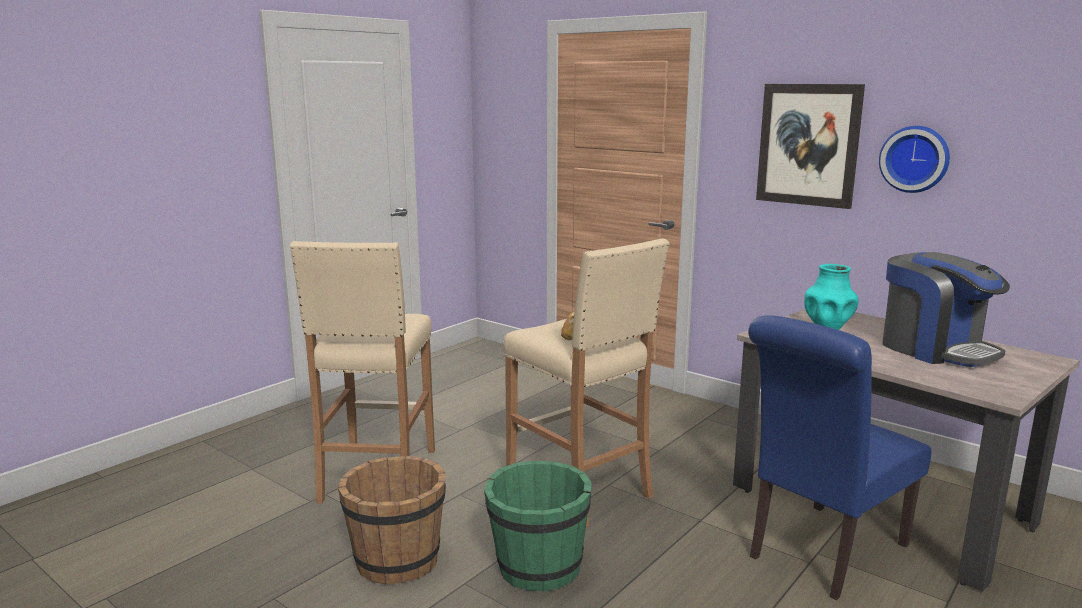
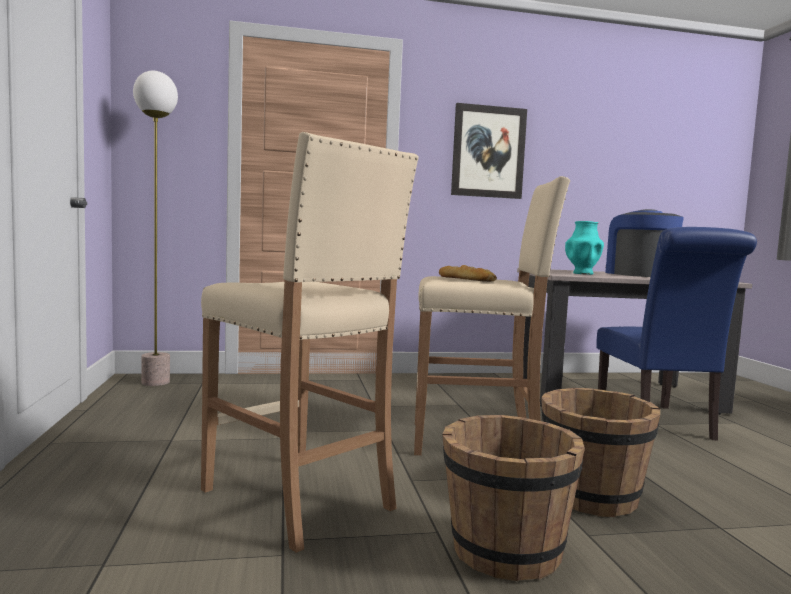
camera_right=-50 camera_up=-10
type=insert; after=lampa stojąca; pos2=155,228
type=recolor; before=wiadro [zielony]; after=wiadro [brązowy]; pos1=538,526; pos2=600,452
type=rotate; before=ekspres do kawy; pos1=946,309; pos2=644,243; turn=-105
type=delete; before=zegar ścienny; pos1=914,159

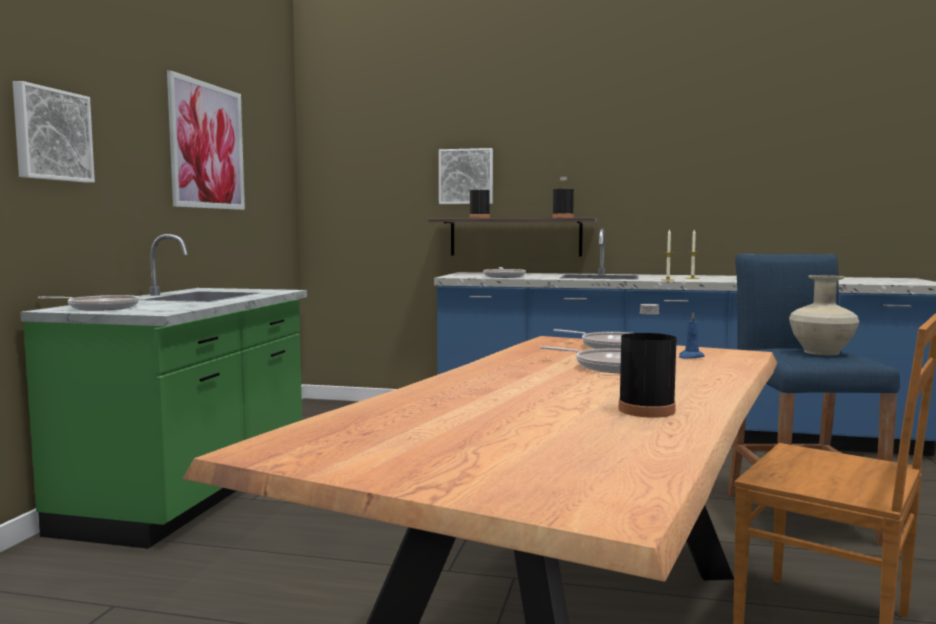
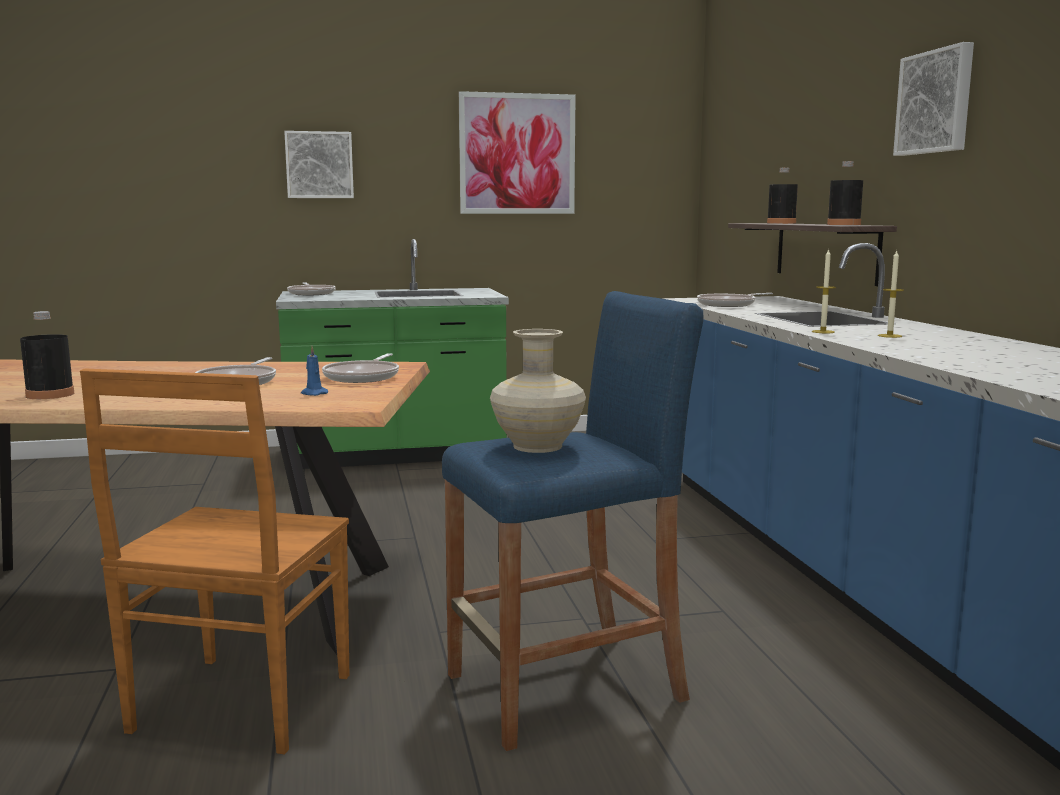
camera_right=65 camera_up=5
type=move; before=obraz; pos1=466,176; pos2=933,99

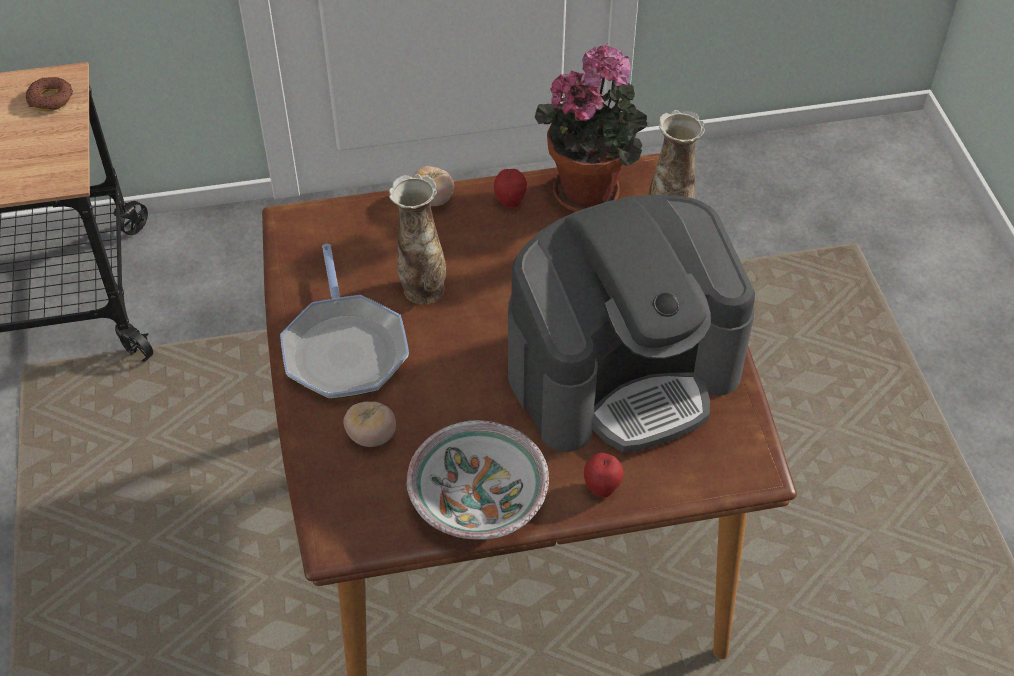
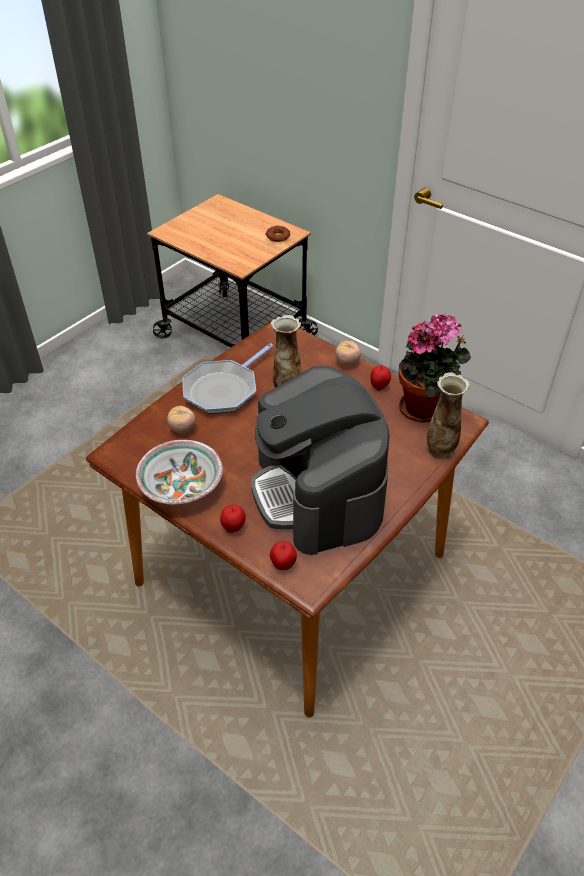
camera_right=50 camera_up=-5
type=rotate; before=ekspres do kawy; pos1=631,323; pos2=320,460; turn=45
type=insert; after=jabłko; pos2=283,555

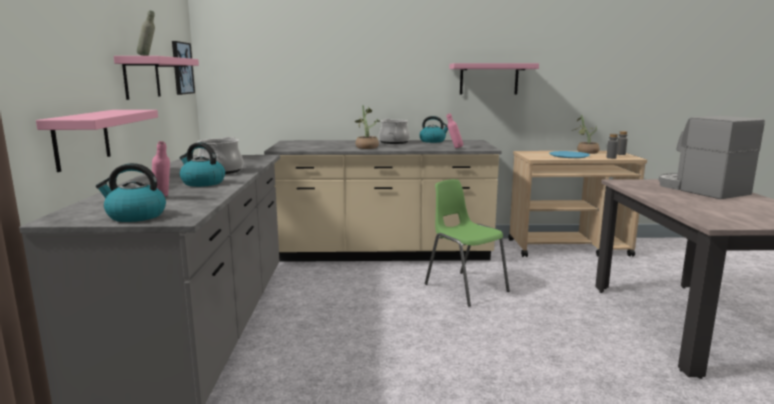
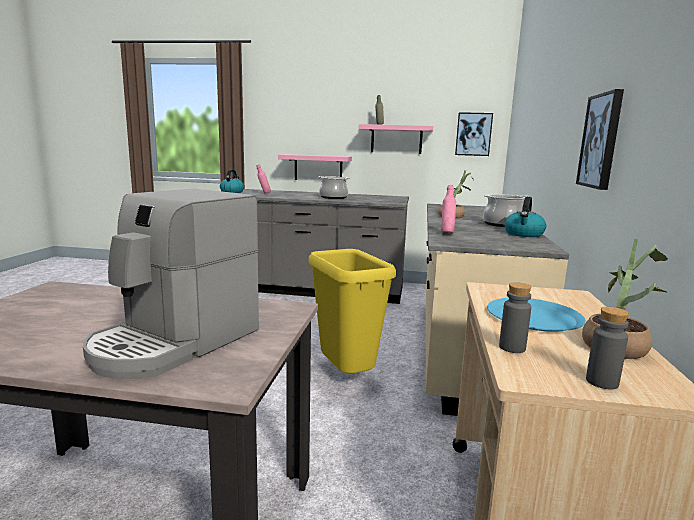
camera_right=100 camera_up=0
type=rotate; before=ekspres do kawy; pos1=712,157; pos2=171,284; turn=135
type=replace; before=krzesło [zielony]; after=kosz na śmieci [żółty]; pos1=467,243; pos2=352,311
type=replace; before=półka [różowy]; after=obraz; pos1=494,79; pos2=600,139
type=delete; before=czajnik; pos1=202,164

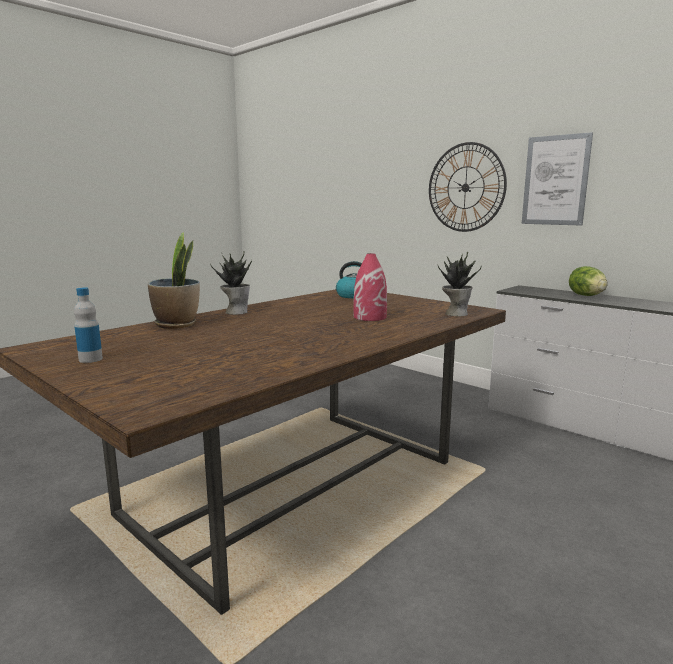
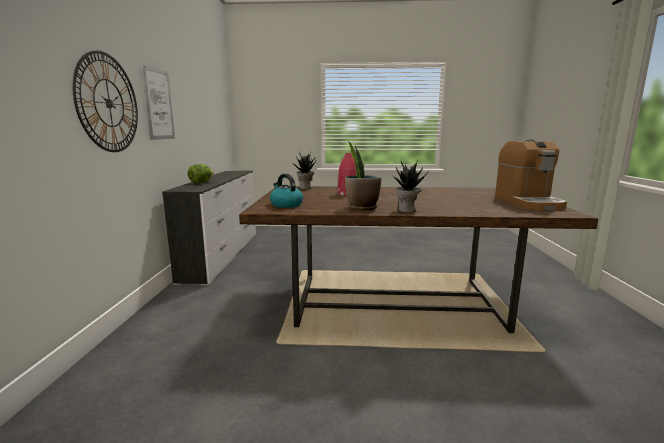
camera_right=-130 camera_up=0
type=move; before=roślina doniczkowa; pos1=174,280; pos2=363,176
type=replace; before=butelka; after=ekspres do kawy; pos1=88,325; pos2=531,175

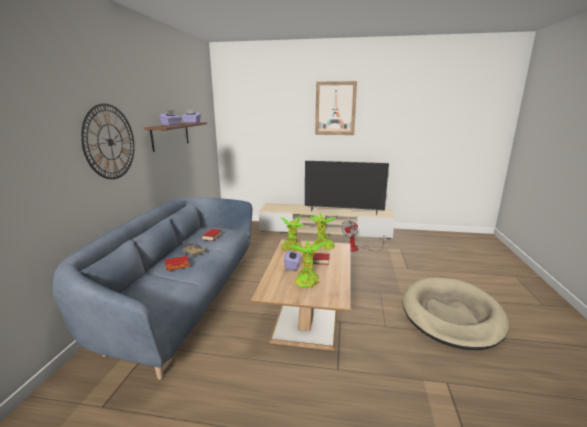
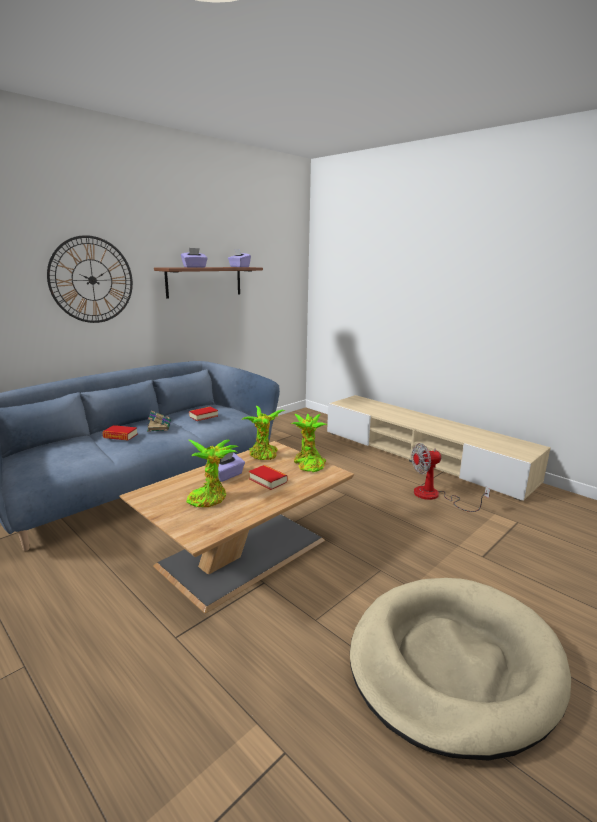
camera_right=35 camera_up=0
type=delete; before=telewizor; pos1=347,188
type=delete; before=obraz; pos1=336,108

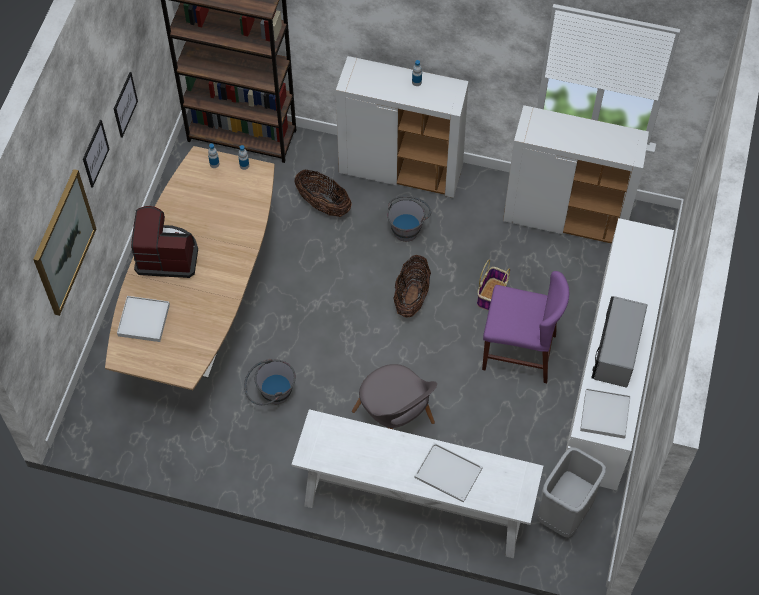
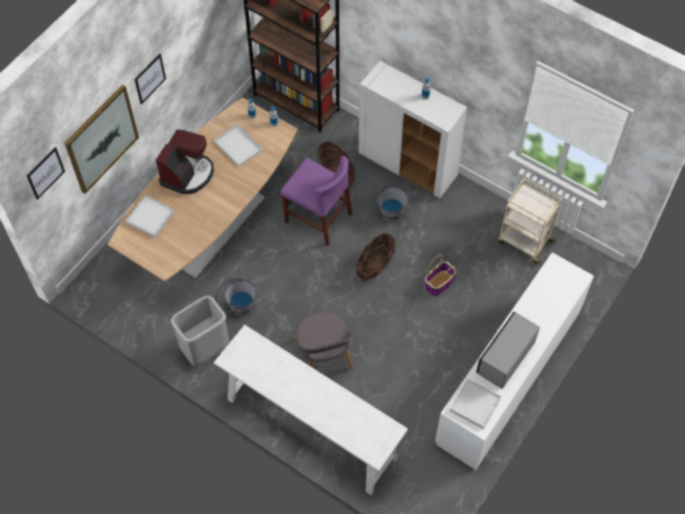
camera_right=20 camera_up=0
type=move; before=obraz; pos1=126,105; pos2=46,173
type=rotate; before=ekspres do kawy; pos1=164,242; pos2=185,161; turn=90
type=move; before=kosz na śmieci [szary]; pos1=571,492; pos2=200,330
type=move; before=taca [biały]; pos1=448,472; pos2=238,145
type=move; before=krzesło [fioletowy]; pos1=525,327; pos2=316,201
type=replace; before=szafka [biały]; after=wózek [beżowy]; pos1=576,174; pos2=530,221

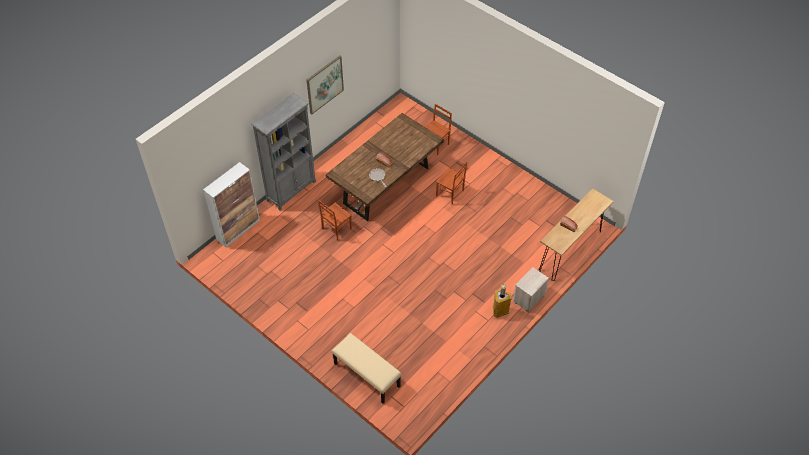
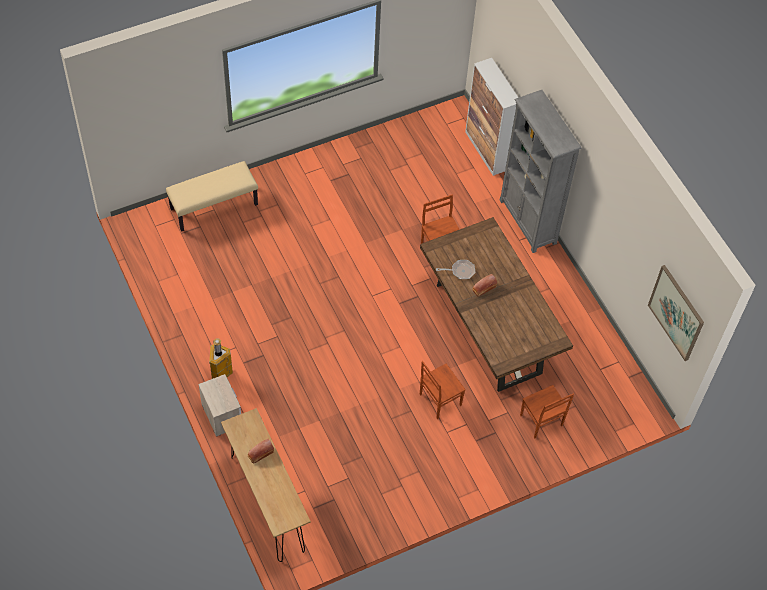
camera_right=110 camera_up=5
type=move; before=obraz; pos1=325,84; pos2=676,313

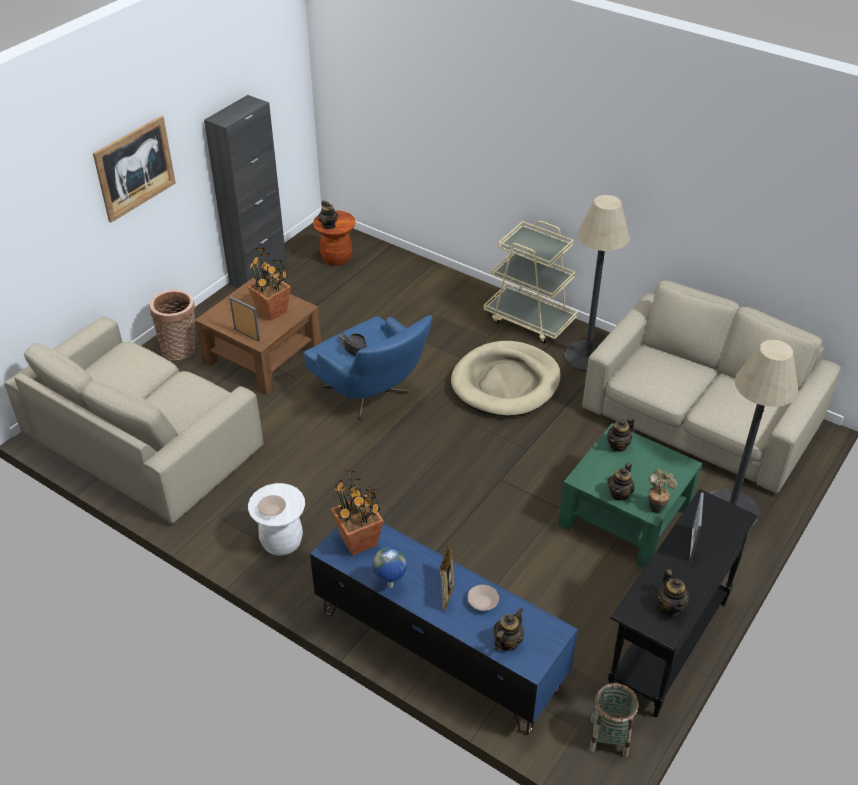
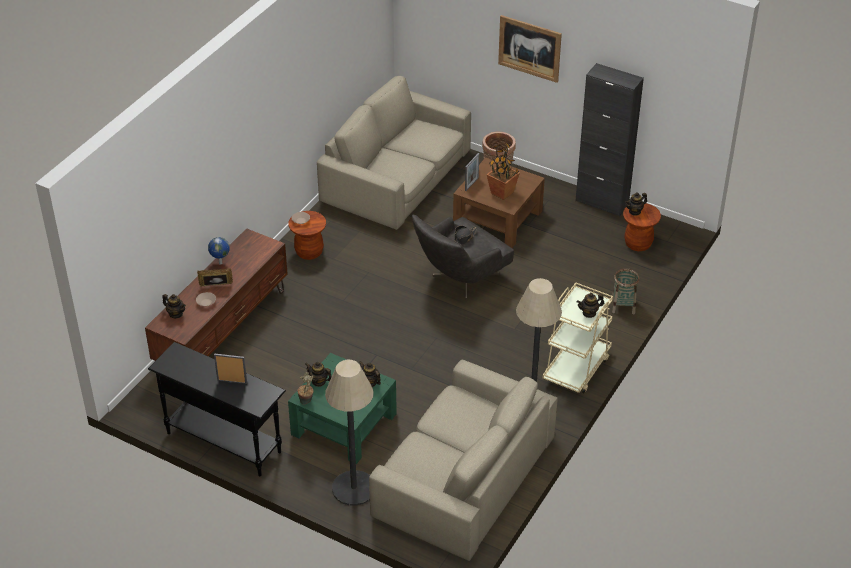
camera_right=85 camera_up=0
type=recolor; before=szafka pod telewizor [niebieski]; after=szafka pod telewizor [brązowy]; pos1=444,629; pos2=216,294
type=recolor; before=stołek [biały]; after=stołek [brązowy]; pos1=276,519; pos2=307,235
type=recolor; before=fotel [niebieski]; after=fotel [szary]; pos1=368,367; pos2=463,257
type=move; before=imbryk; pos1=673,592; pos2=590,305
type=move; before=koszyk; pos1=613,720; pos2=625,291
type=delete; before=roślina doniczkowa; pos1=357,513
type=delete; before=legowisko [beżowy]; pos1=506,379

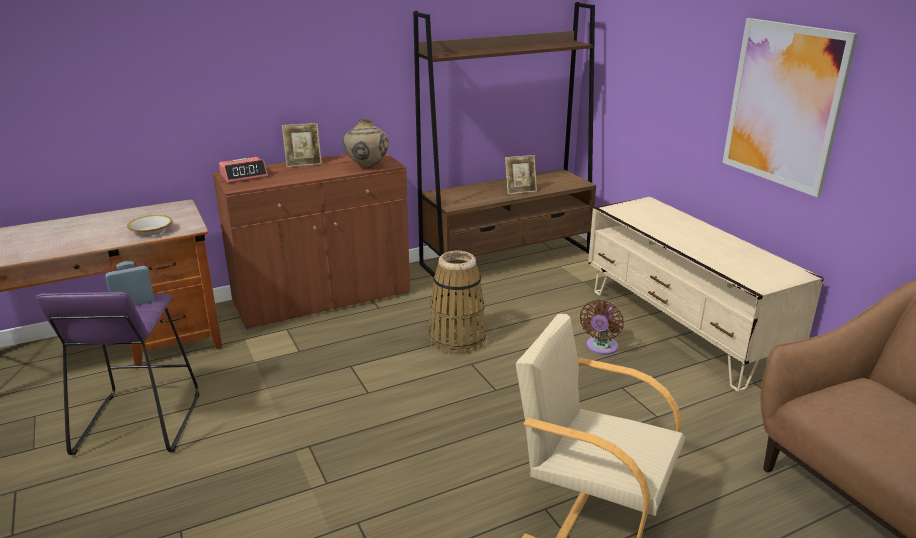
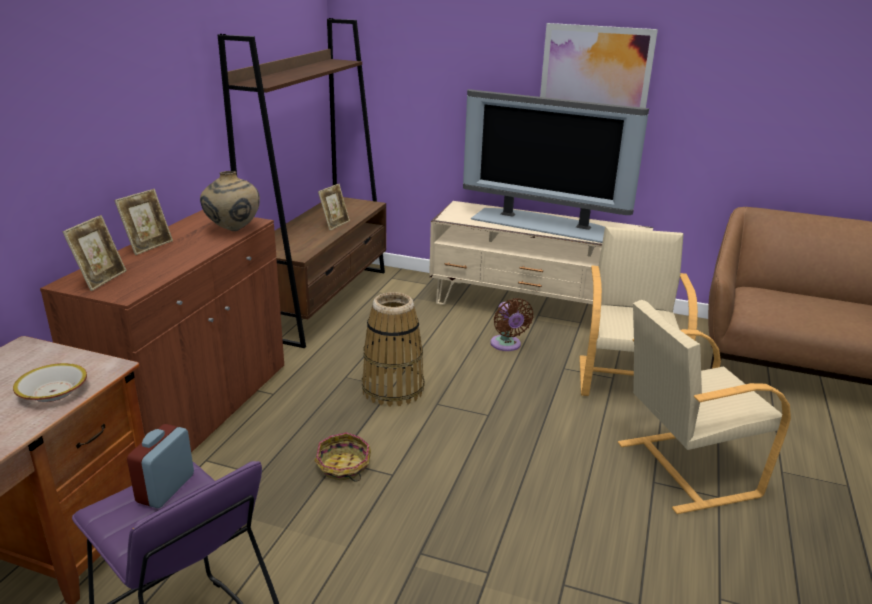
camera_right=-45 camera_up=0
type=replace; before=budzik; after=ramka na zdjęcie; pos1=243,170; pos2=94,253
type=insert; after=koszyk; pos2=343,457
type=insert; after=telewizor; pos2=556,166
type=insert; after=fotel [beżowy]; pos2=639,311

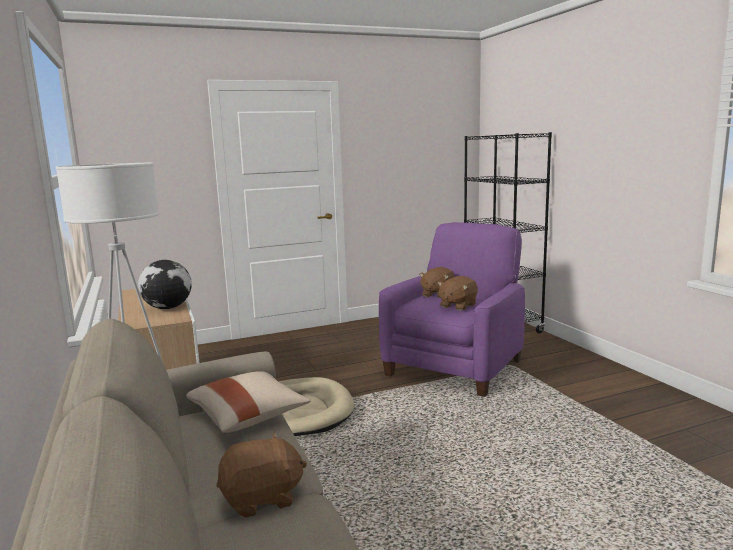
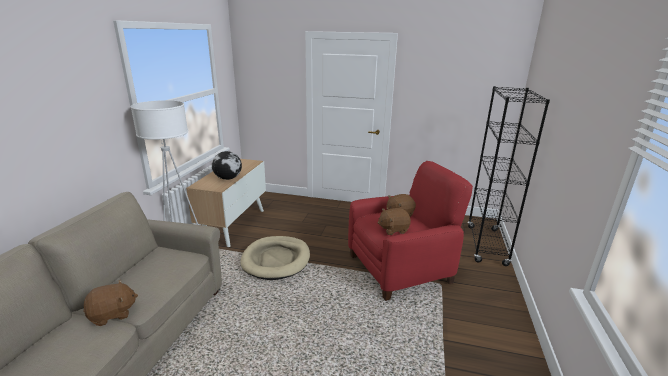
camera_right=35 camera_up=10
type=rotate; before=pluszak [brązowy]; pos1=261,475; pos2=110,302; turn=-45
type=recolor; before=fotel [fioletowy]; after=fotel [czerwony]; pos1=452,309; pos2=410,231
type=delete; before=poduszka [beżowy]; pos1=248,402

